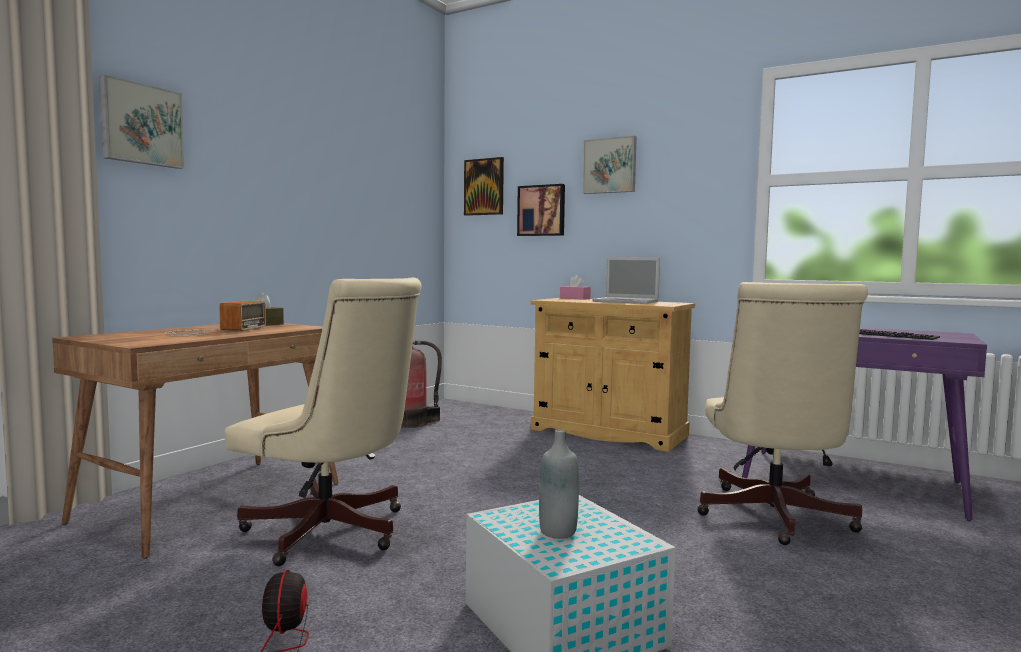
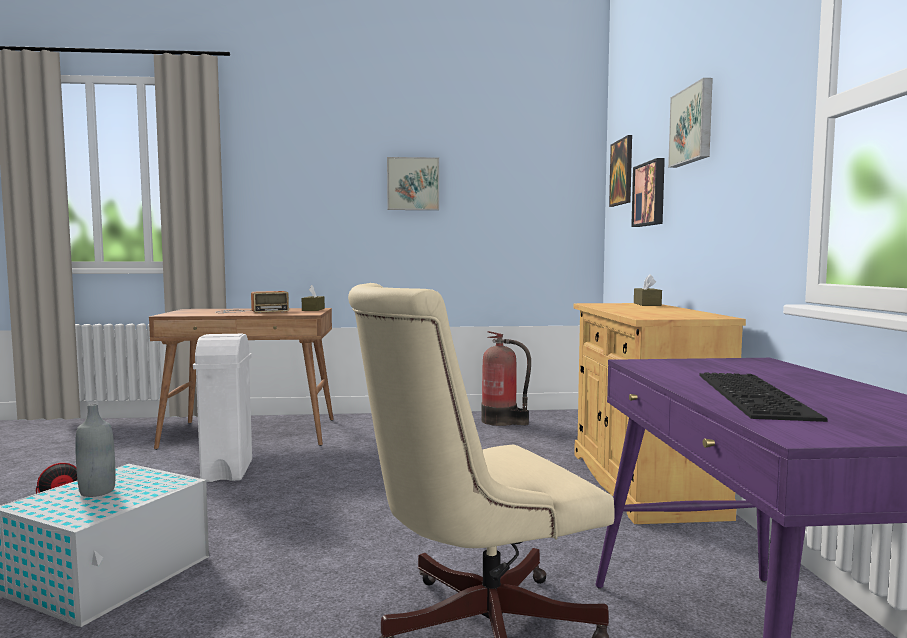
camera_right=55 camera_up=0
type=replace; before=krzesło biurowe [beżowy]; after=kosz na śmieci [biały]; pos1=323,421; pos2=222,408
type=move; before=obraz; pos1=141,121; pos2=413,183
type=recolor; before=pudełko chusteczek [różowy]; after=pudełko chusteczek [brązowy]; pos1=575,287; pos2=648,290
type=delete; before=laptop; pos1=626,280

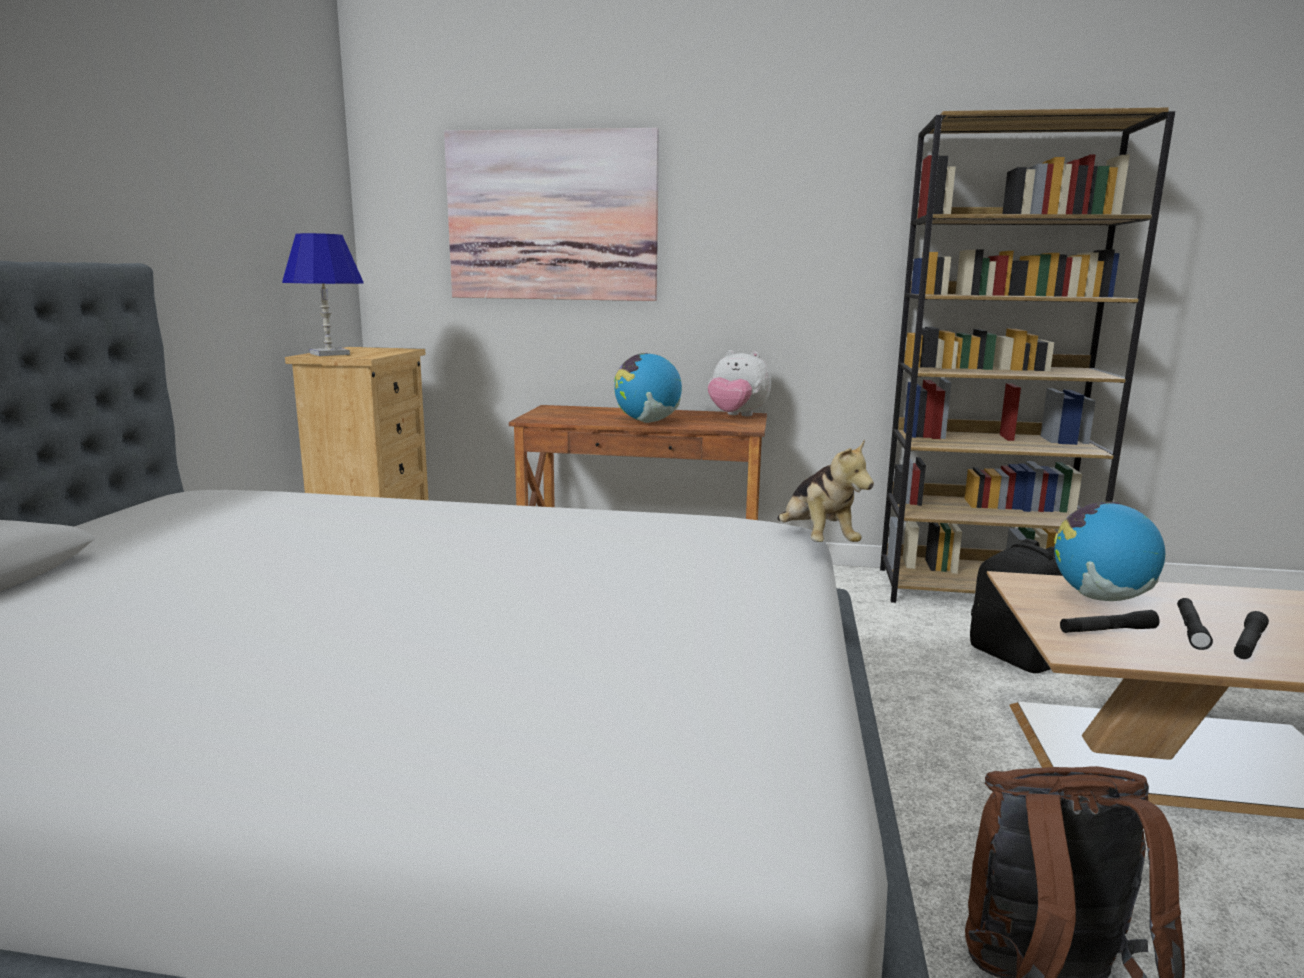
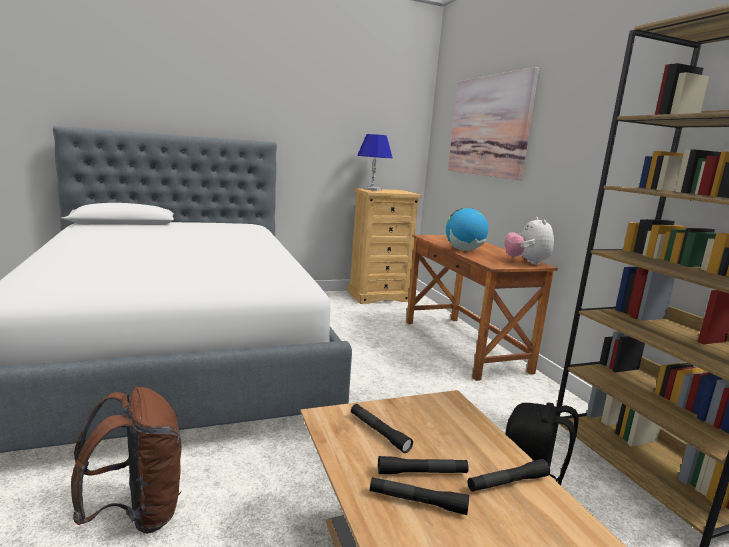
camera_right=60 camera_up=0
type=insert; after=latarka [czarny]; pos2=509,475
type=delete; before=pluszak; pos1=825,490
type=delete; before=globus; pos1=1109,551

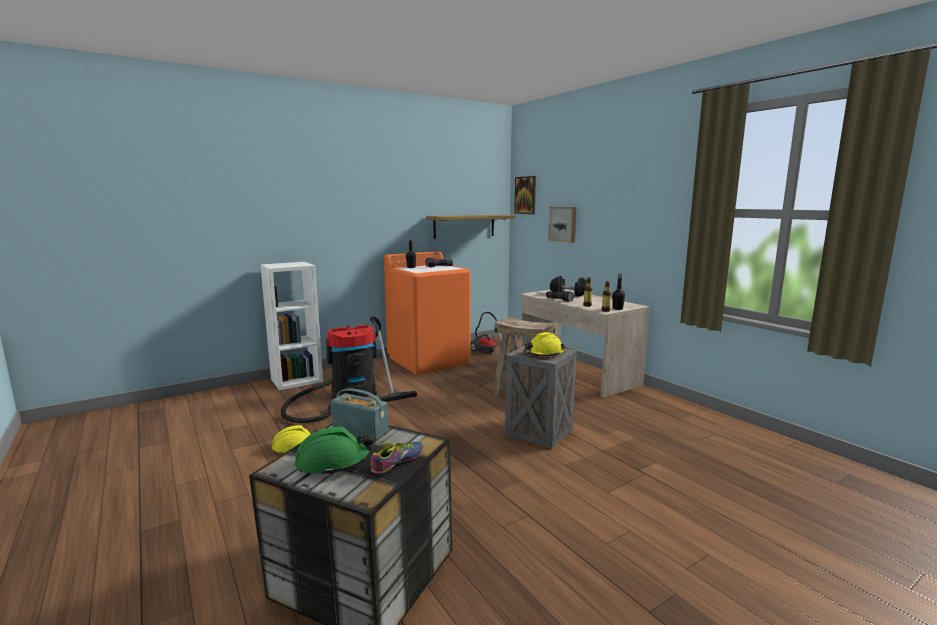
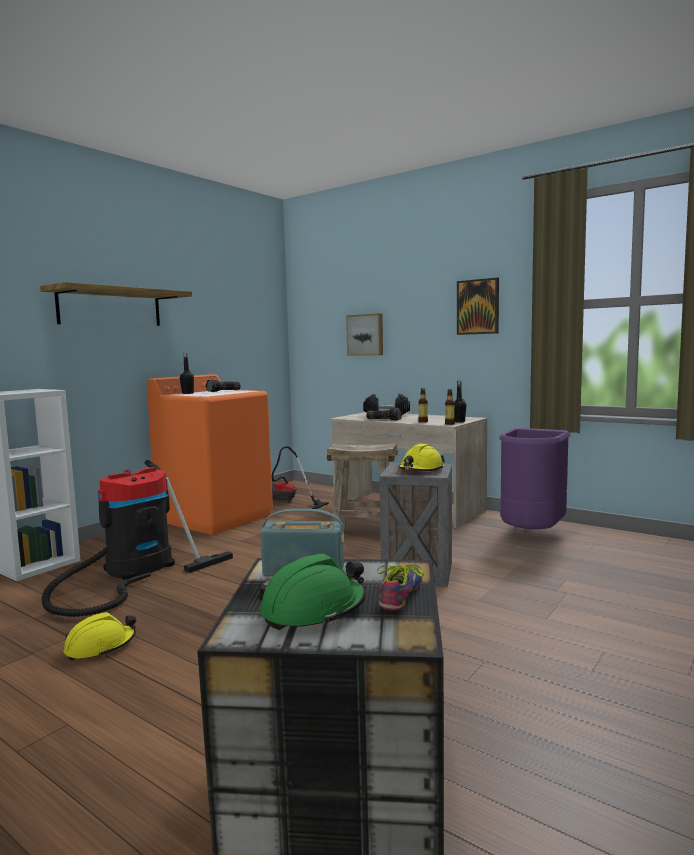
camera_right=-20 camera_up=-5
type=move; before=półka; pos1=470,227; pos2=116,304
type=move; before=obraz; pos1=525,195; pos2=478,306
type=insert; after=kosz na śmieci [fioletowy]; pos2=534,478

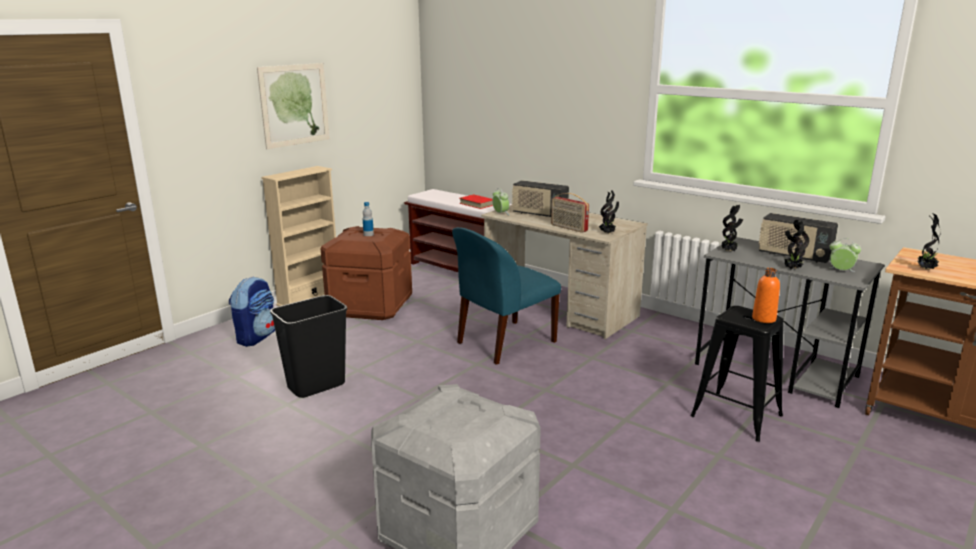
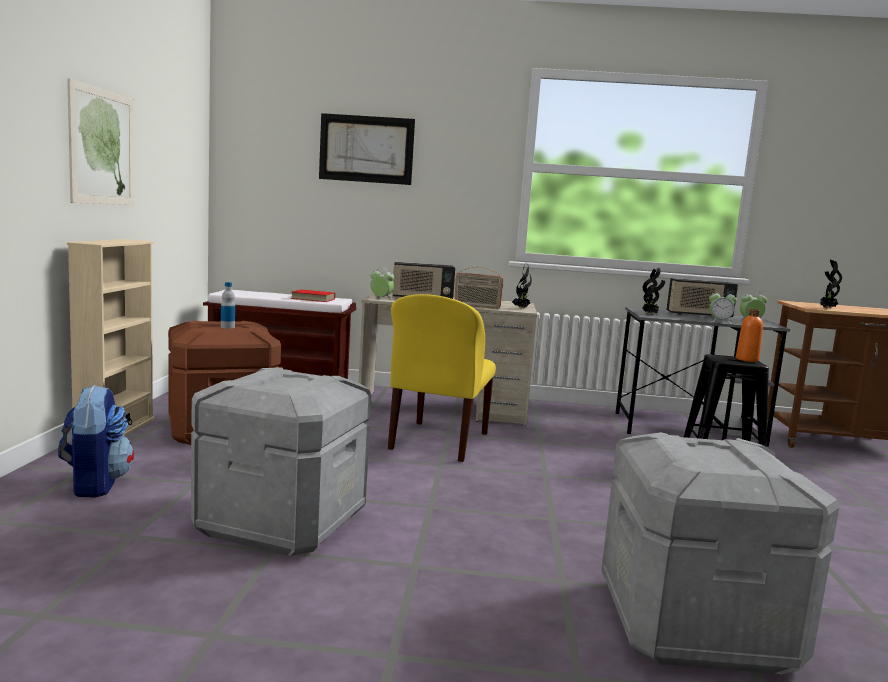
camera_right=-35 camera_up=-10
type=replace; before=kosz na śmieci [czarny]; after=pojemnik do przechowywania [szary]; pos1=308,346; pos2=281,461
type=insert; after=obraz; pos2=367,149
type=recolor; before=krzesło [niebieski]; after=krzesło [żółty]; pos1=506,296; pos2=442,378
type=replace; before=roślina doniczkowa; after=budzik; pos1=796,244; pos2=723,307

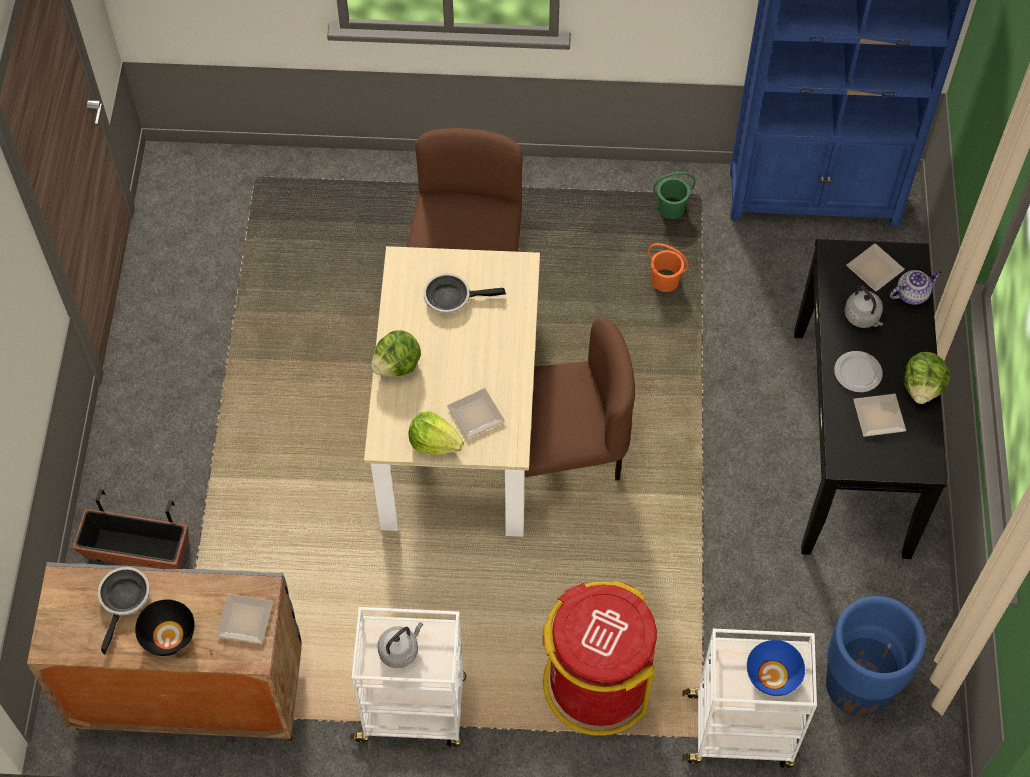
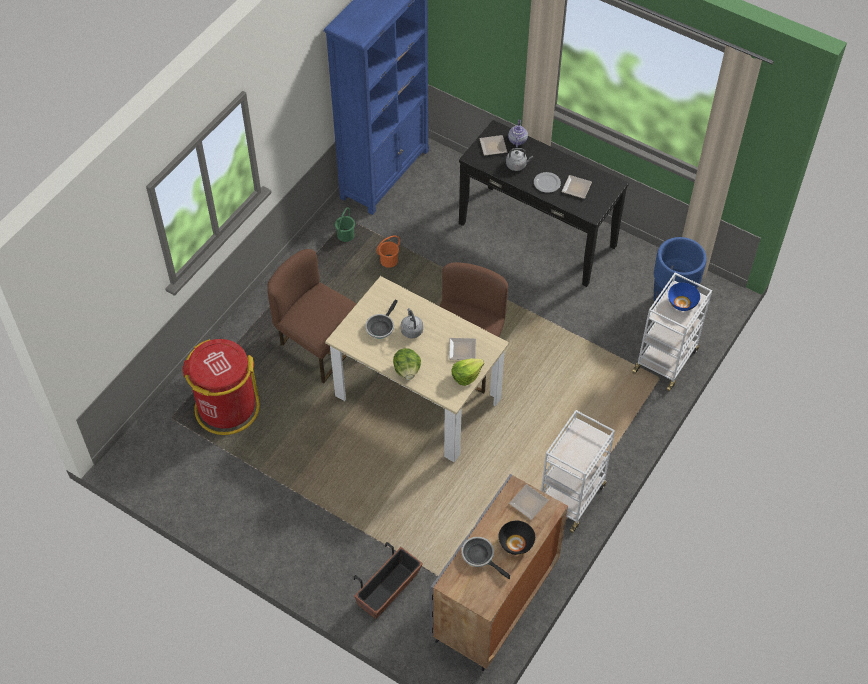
camera_right=-60 camera_up=-5
type=move; before=kosz na śmieci [czerwony]; pos1=599,658; pos2=221,387
type=move; before=czajnik [szary]; pos1=400,645; pos2=412,323
type=delete; before=sałata; pos1=927,378

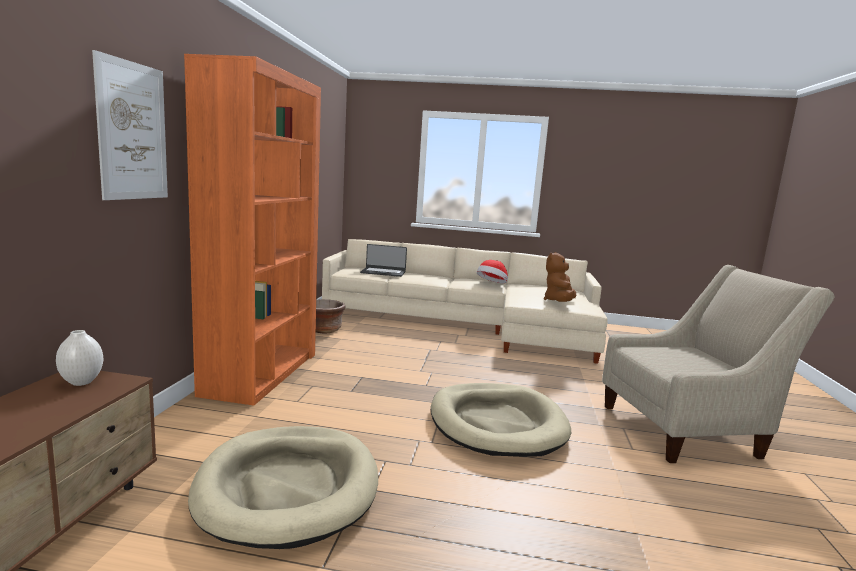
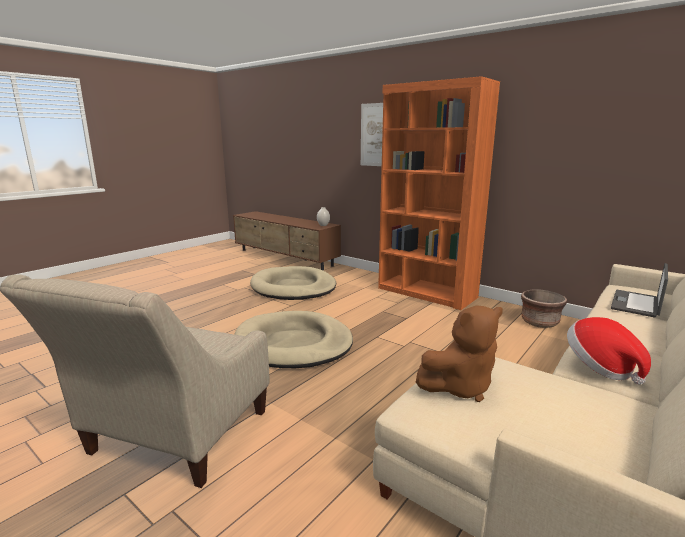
camera_right=120 camera_up=5
type=rotate; before=pluszak [brązowy]; pos1=560,277; pos2=459,353; turn=105

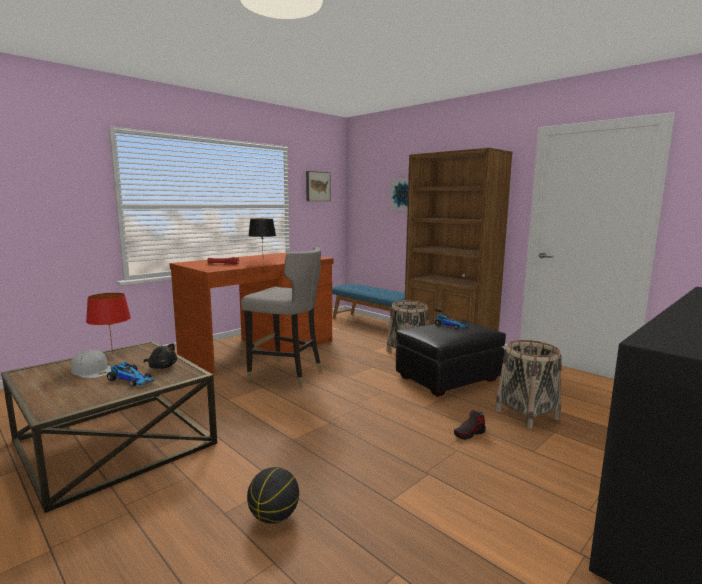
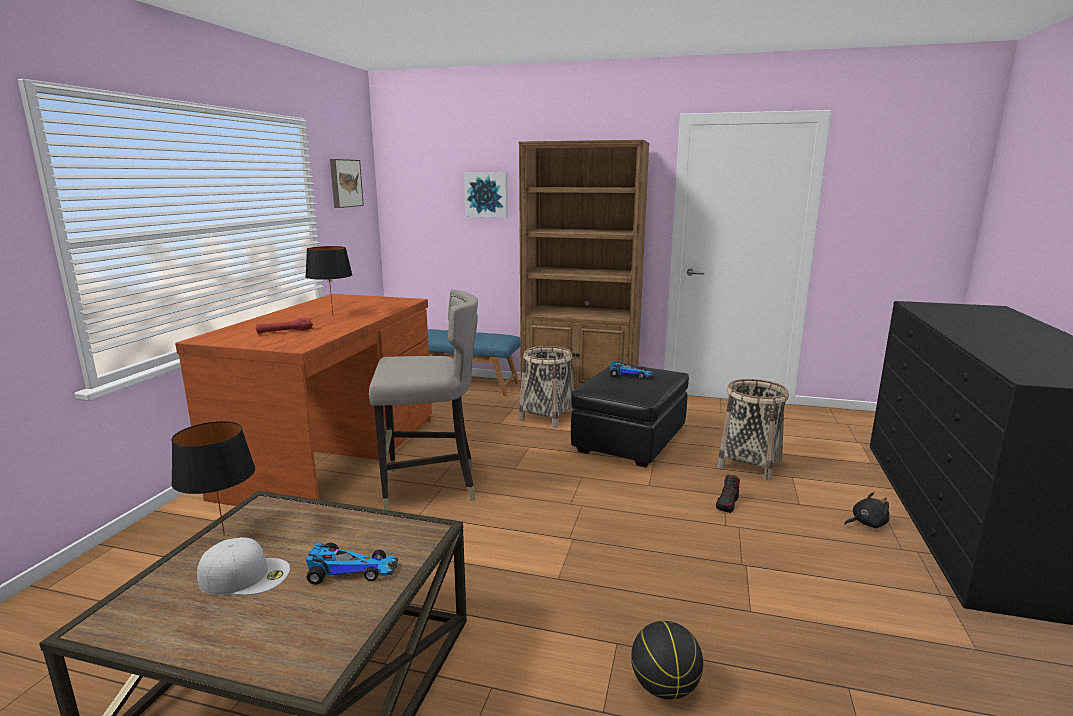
camera_right=-30 camera_up=5
type=recolor; before=lampa stołowa [czerwony]; after=lampa stołowa [czarny]; pos1=108,323; pos2=213,478
type=move; before=pluszak [czarny]; pos1=160,356; pos2=867,510

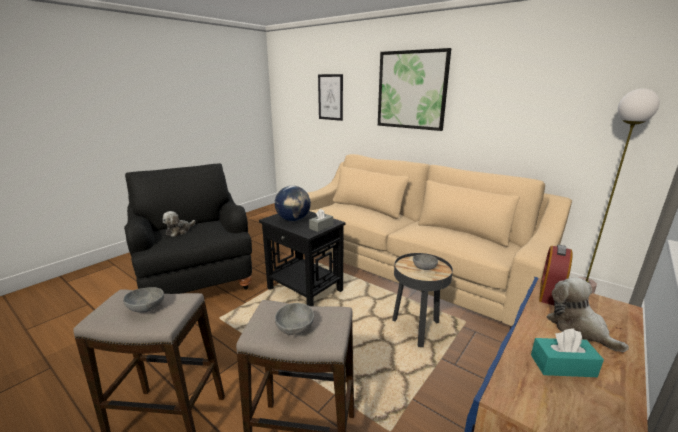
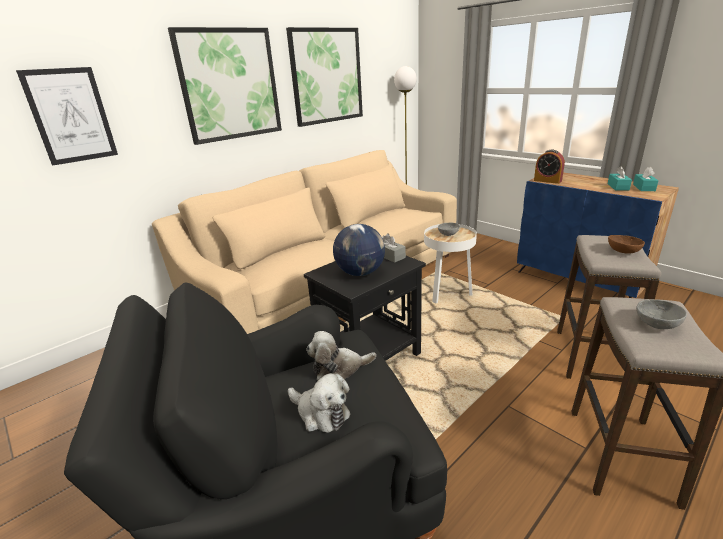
camera_right=-80 camera_up=5
type=insert; after=obraz; pos2=324,77
type=move; before=pluszak; pos1=588,314; pos2=341,356
type=recolor; before=stolik [czarny]; after=stolik [biały]; pos1=422,300; pos2=450,264
type=recolor; before=miska [szary]; after=miska [brązowy]; pos1=294,319; pos2=626,244
type=insert; after=pudełko chusteczek [turkusowy]; pos2=645,179

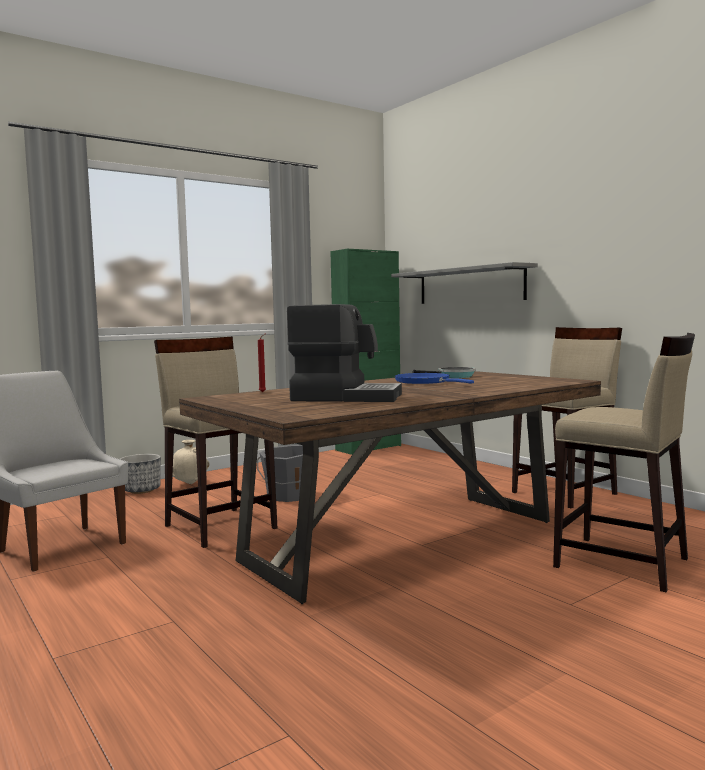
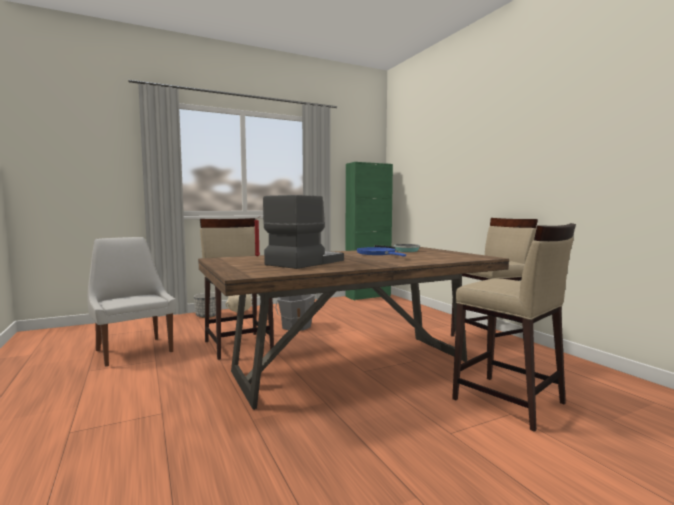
camera_right=10 camera_up=0
type=rotate; before=ekspres do kawy; pos1=344,353; pos2=303,232; turn=-75
type=delete; before=półka [szary]; pos1=464,283

